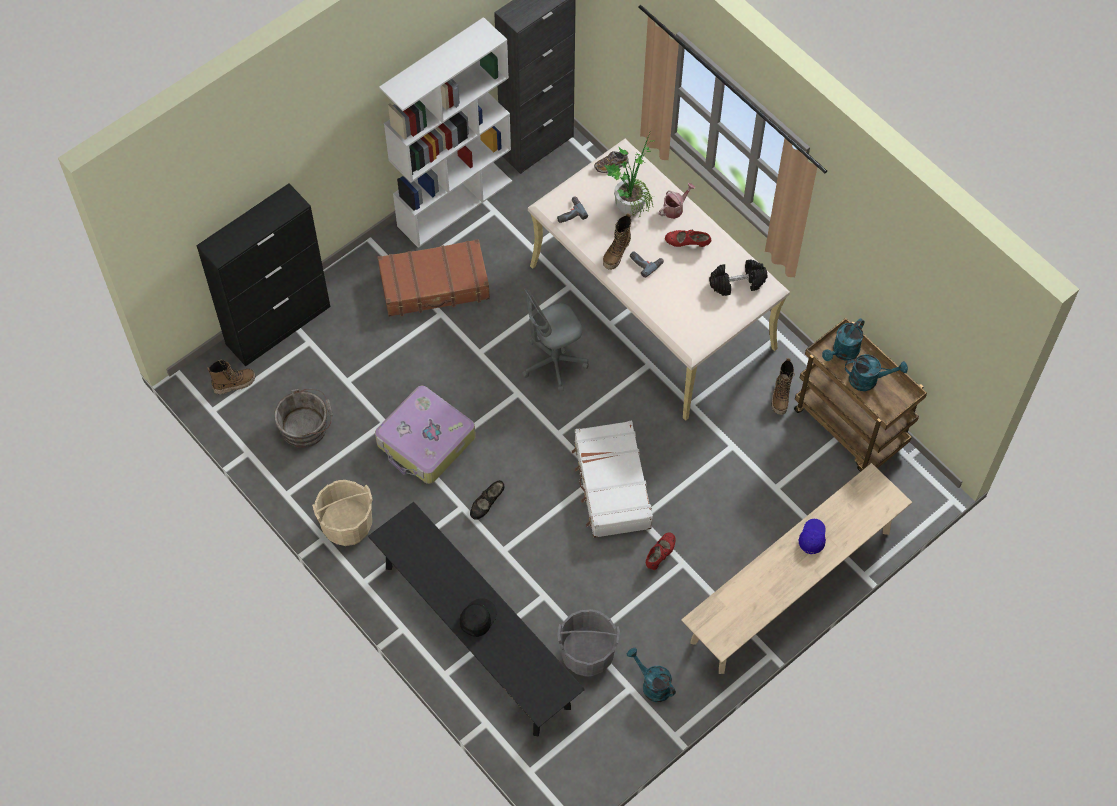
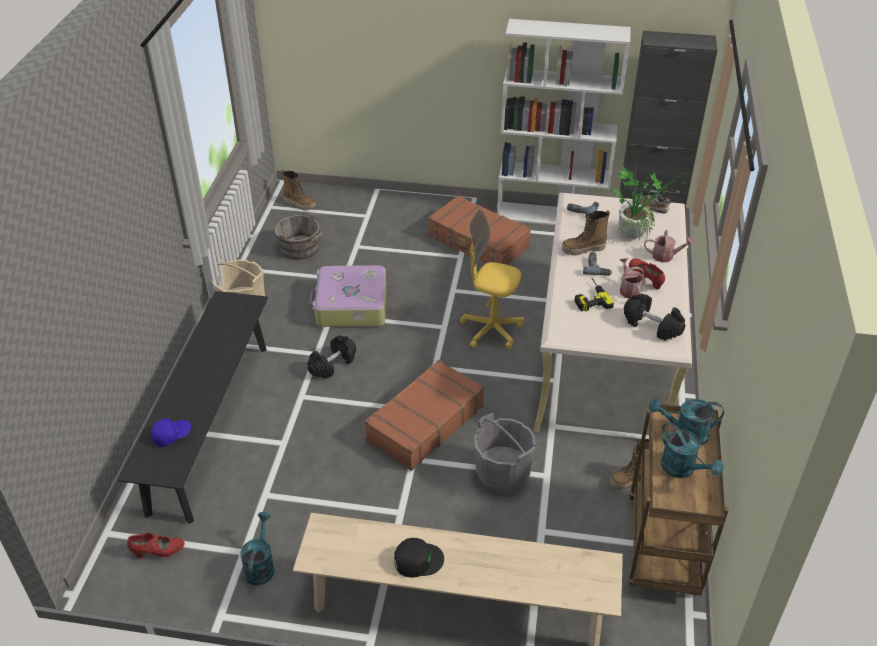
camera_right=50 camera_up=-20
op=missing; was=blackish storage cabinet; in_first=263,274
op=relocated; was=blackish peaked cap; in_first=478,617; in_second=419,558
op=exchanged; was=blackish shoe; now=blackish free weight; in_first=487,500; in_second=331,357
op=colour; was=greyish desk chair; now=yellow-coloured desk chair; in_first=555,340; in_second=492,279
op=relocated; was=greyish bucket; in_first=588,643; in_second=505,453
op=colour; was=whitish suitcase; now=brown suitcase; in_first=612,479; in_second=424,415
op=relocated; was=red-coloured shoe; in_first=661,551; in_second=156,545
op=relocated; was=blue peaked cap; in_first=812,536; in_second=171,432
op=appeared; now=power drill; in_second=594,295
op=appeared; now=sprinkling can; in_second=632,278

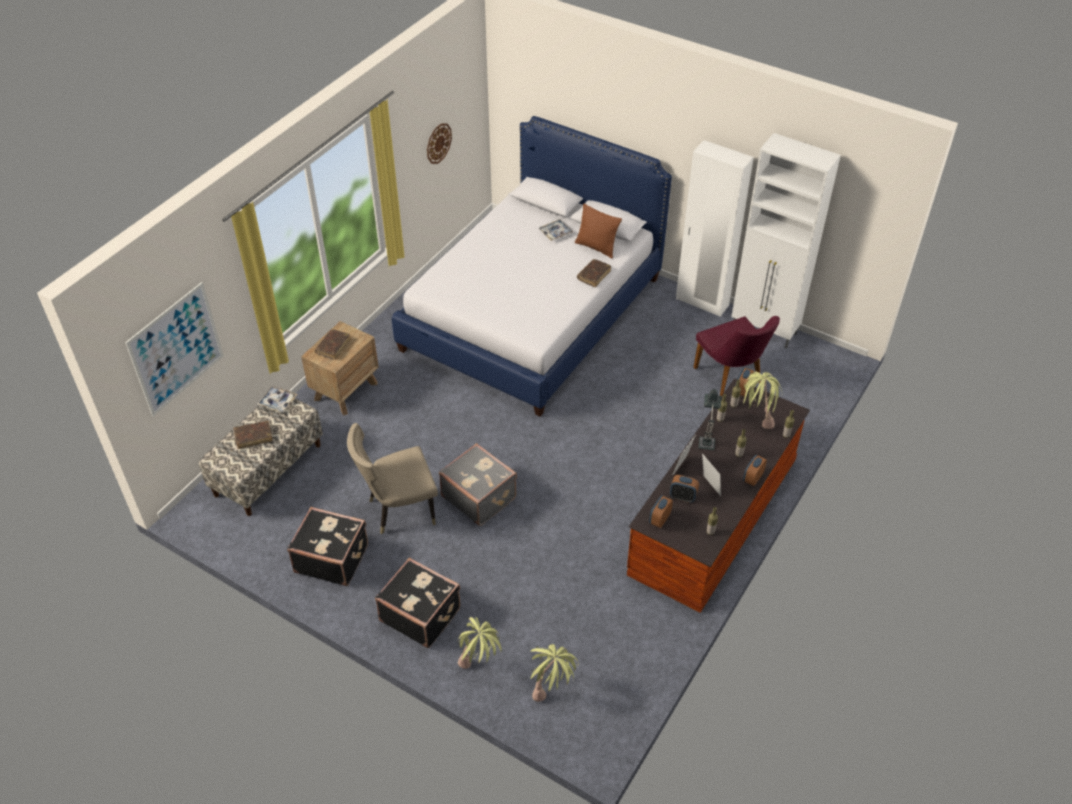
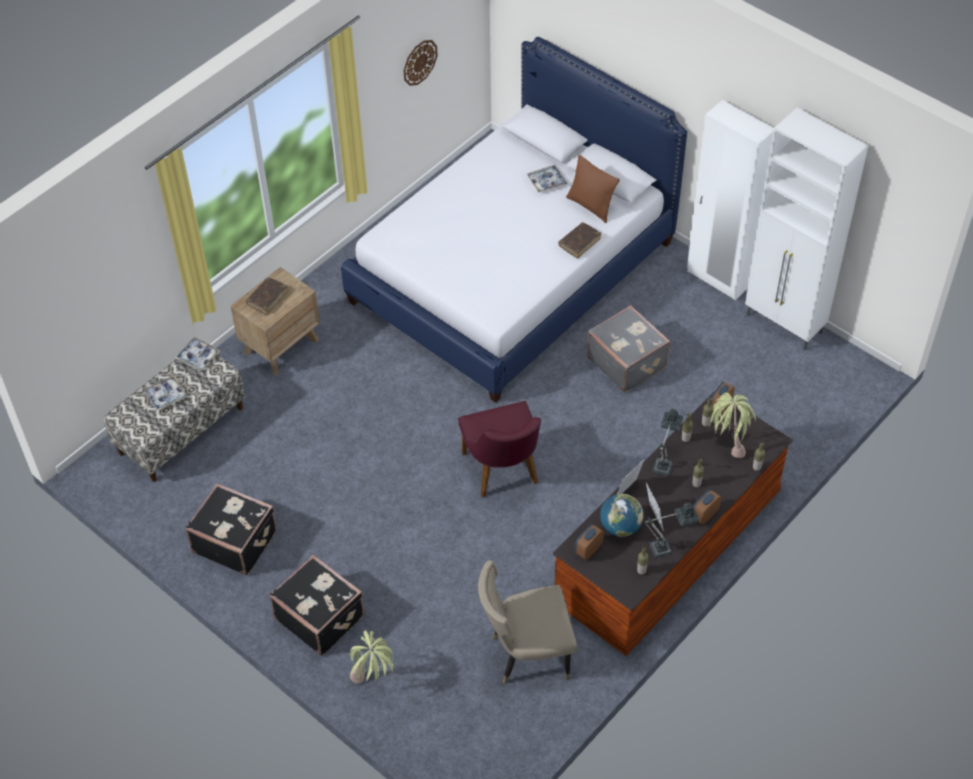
camera_right=10 camera_up=5
op=missing; was=picture; in_first=174,349
op=exchanged; was=brown bound book; now=tray; in_first=253,435; in_second=165,393
op=relocated; was=sand-coloured chair; in_first=392,478; in_second=528,622
op=relocated; was=greyish suitcase; in_first=478,484; in_second=629,349
op=missing; was=potted plant; in_first=554,673
op=exchanged; was=alarm clock; now=desk globe; in_first=684,489; in_second=621,515
op=relocated; was=purplish chair; in_first=736,356; in_second=499,449
op=appeared; now=tabletop lamp; in_second=672,530

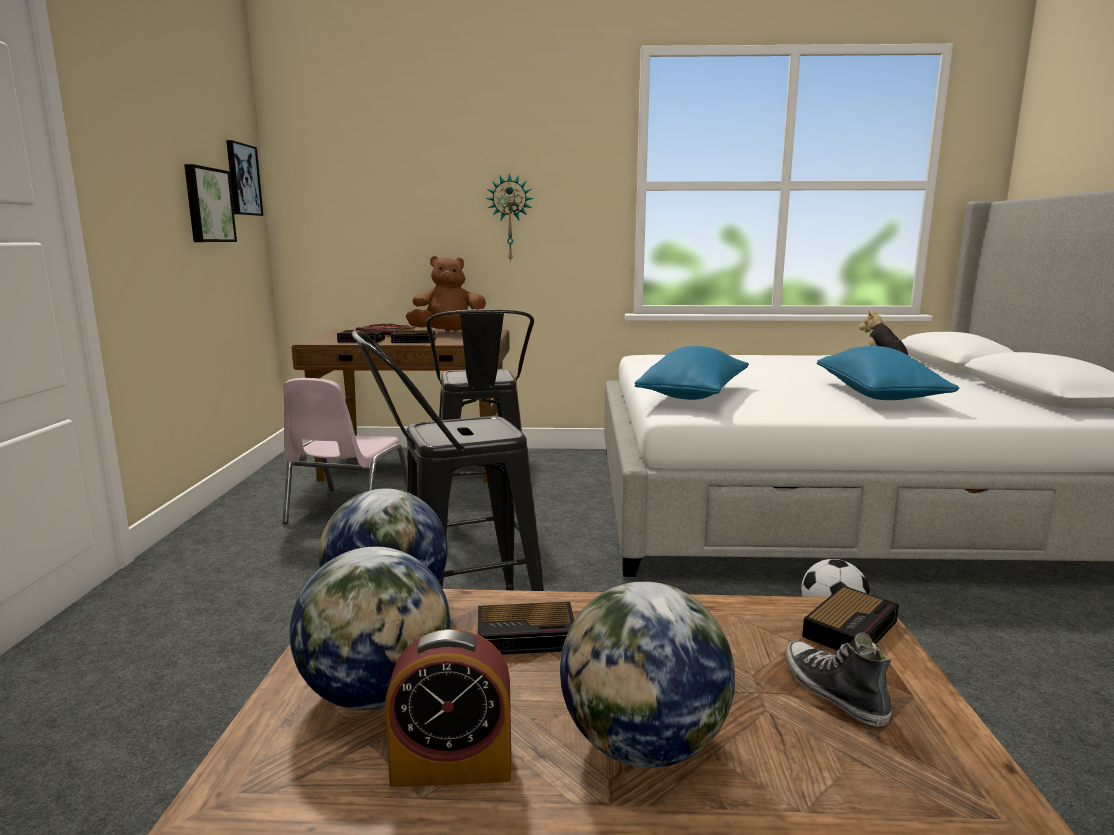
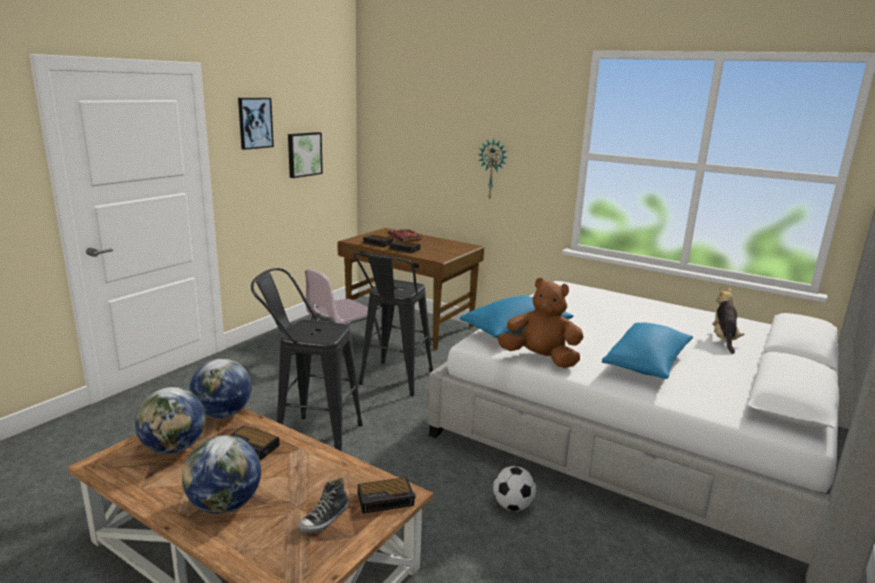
camera_right=30 camera_up=5
op=relocated; was=picture; in_first=244,178; in_second=256,124
op=missing; was=alarm clock; in_first=448,708
op=relocated; was=brown plush toy; in_first=446,293; in_second=540,323
op=spun; was=shoe; in_first=838,680; in_second=323,505; clockwise=-150

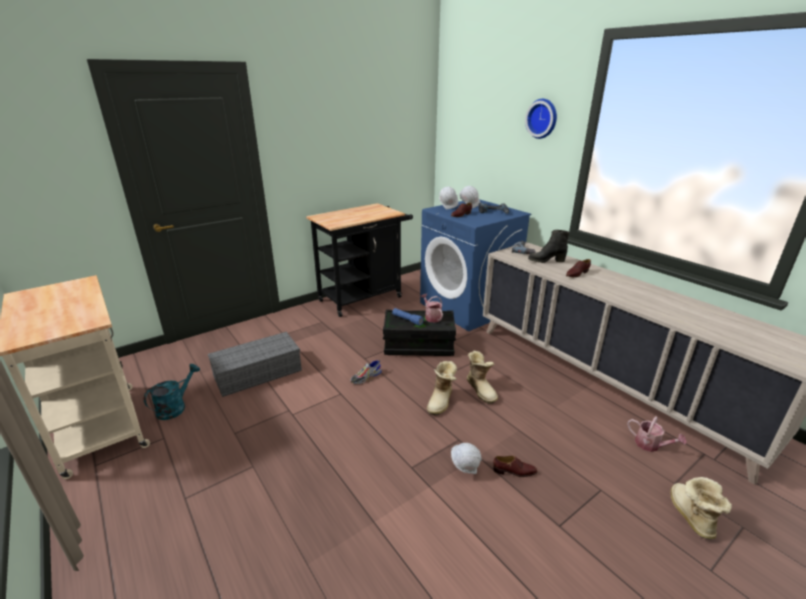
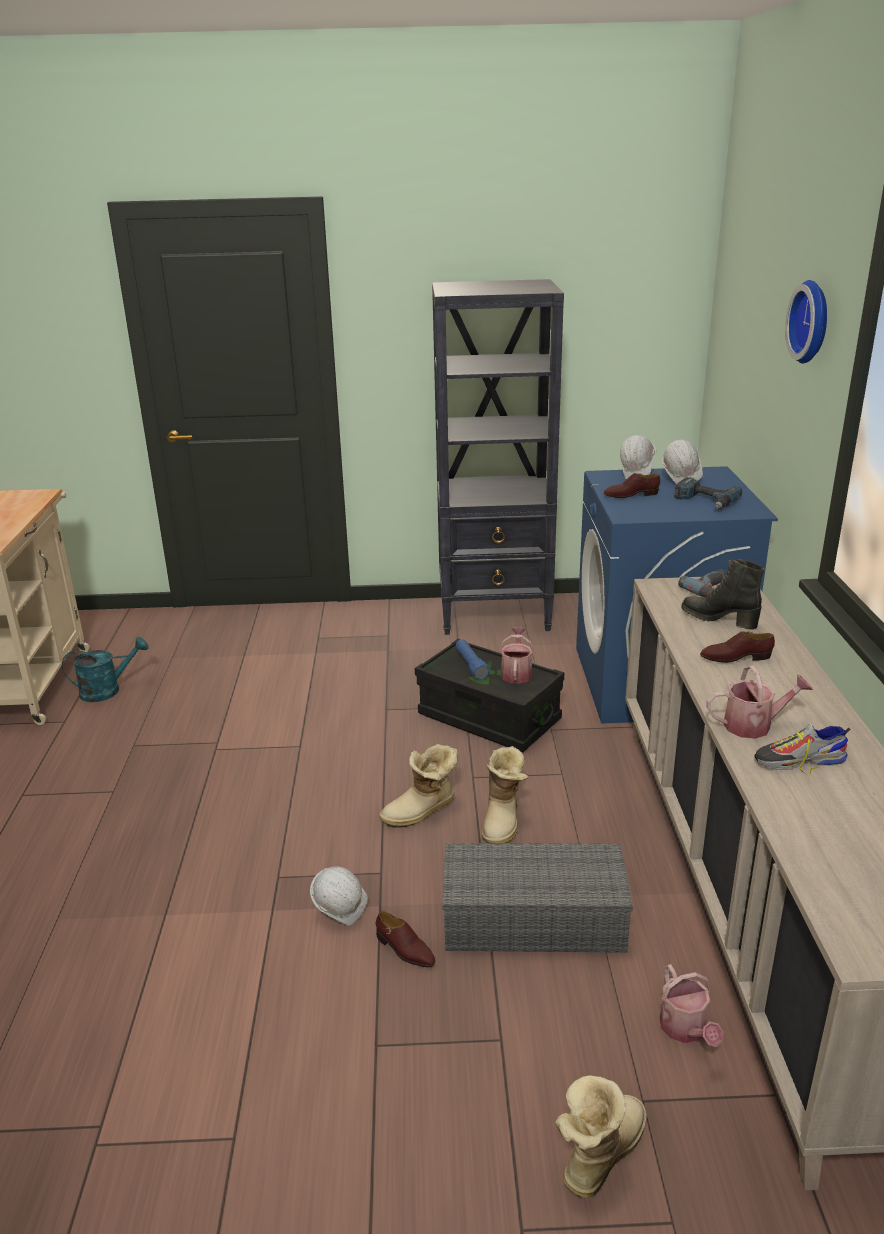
camera_right=35 camera_up=0
op=relocated; was=greyish storage container; in_first=255,364; in_second=537,898
op=exchanged; was=blackish wheeled cart; now=blackish bookshelf; in_first=359,260; in_second=498,457
op=relocated; was=shoe; in_first=366,372; in_second=802,749
op=appeared; now=sprinkling can; in_second=760,702

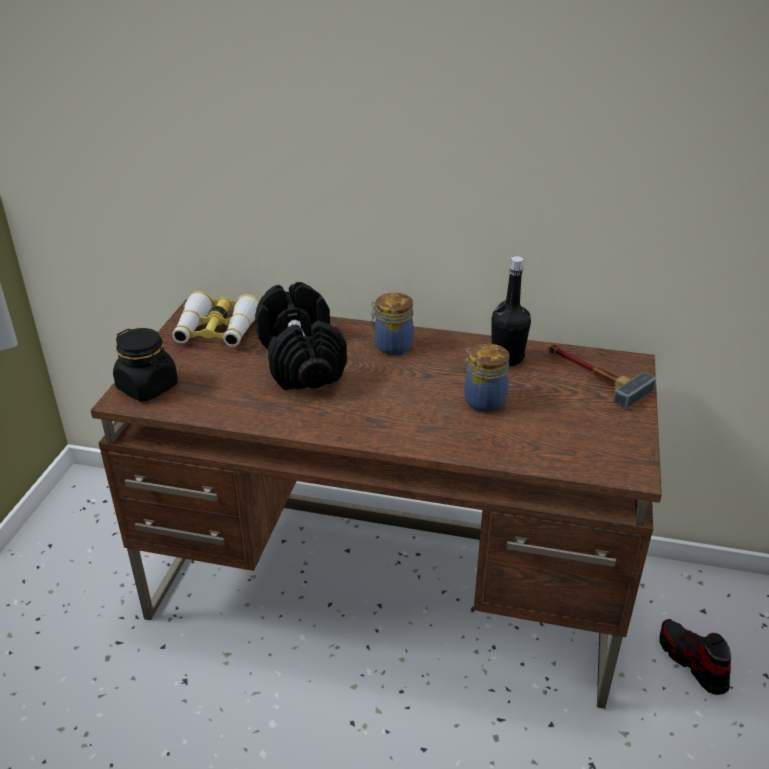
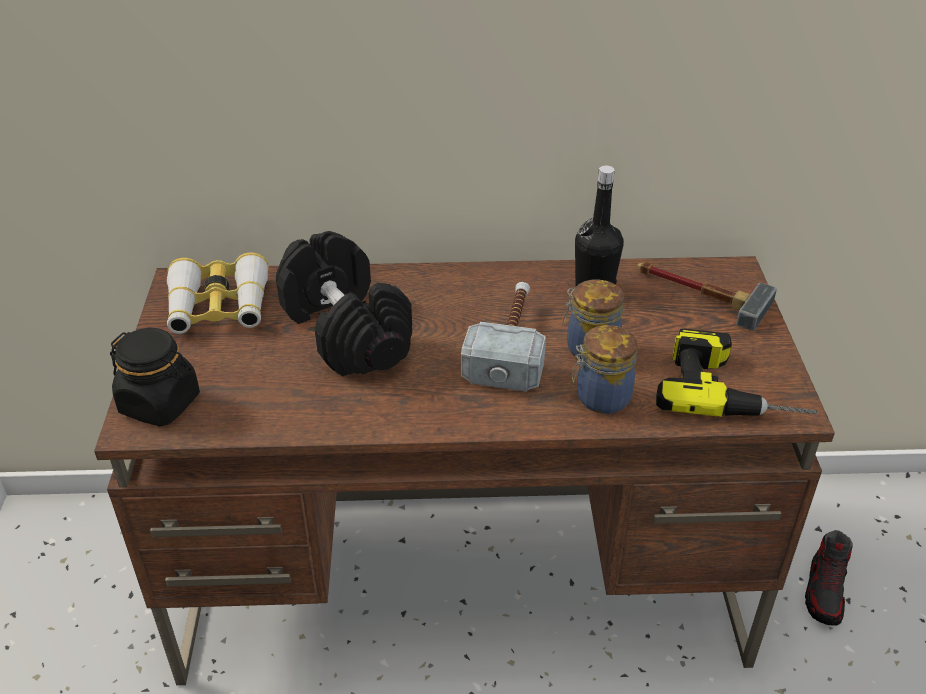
camera_right=-15 camera_up=5
op=relocated; was=preserve jar; in_first=392,324; in_second=604,369
op=spun; was=shoe; in_first=695,657; in_second=829,578; clockwise=-120
op=appeared; now=hand hammer; in_second=503,337
op=appeared; now=power drill; in_second=737,373

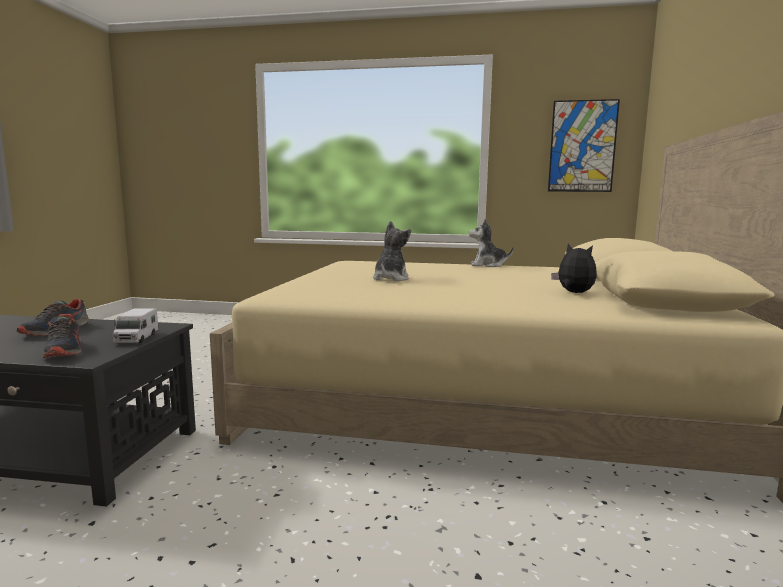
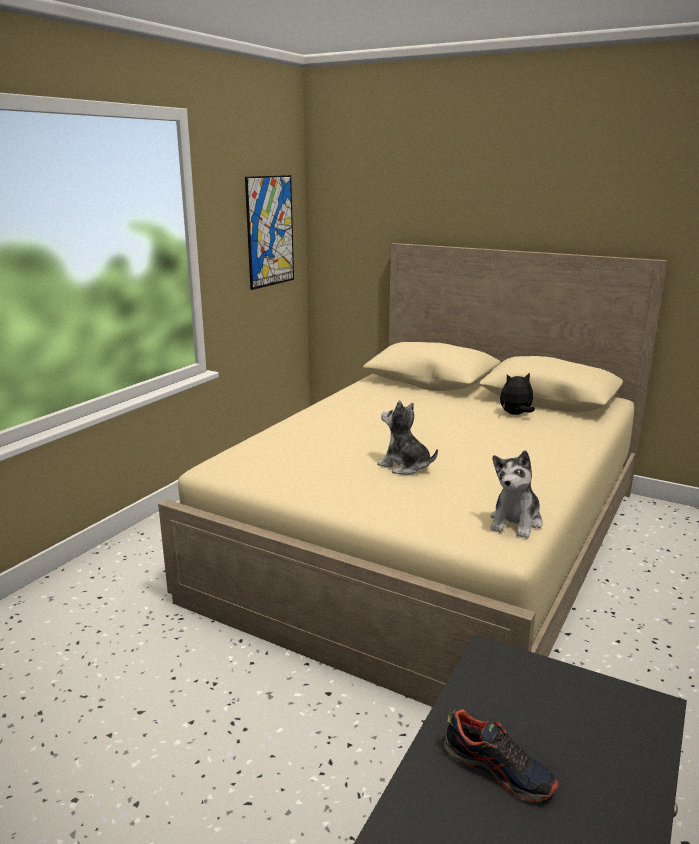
camera_right=-70 camera_up=10
op=missing; was=shoe; in_first=62,336
op=missing; was=toy truck; in_first=135,325
op=relocated; was=plush toy; in_first=491,242; in_second=516,494

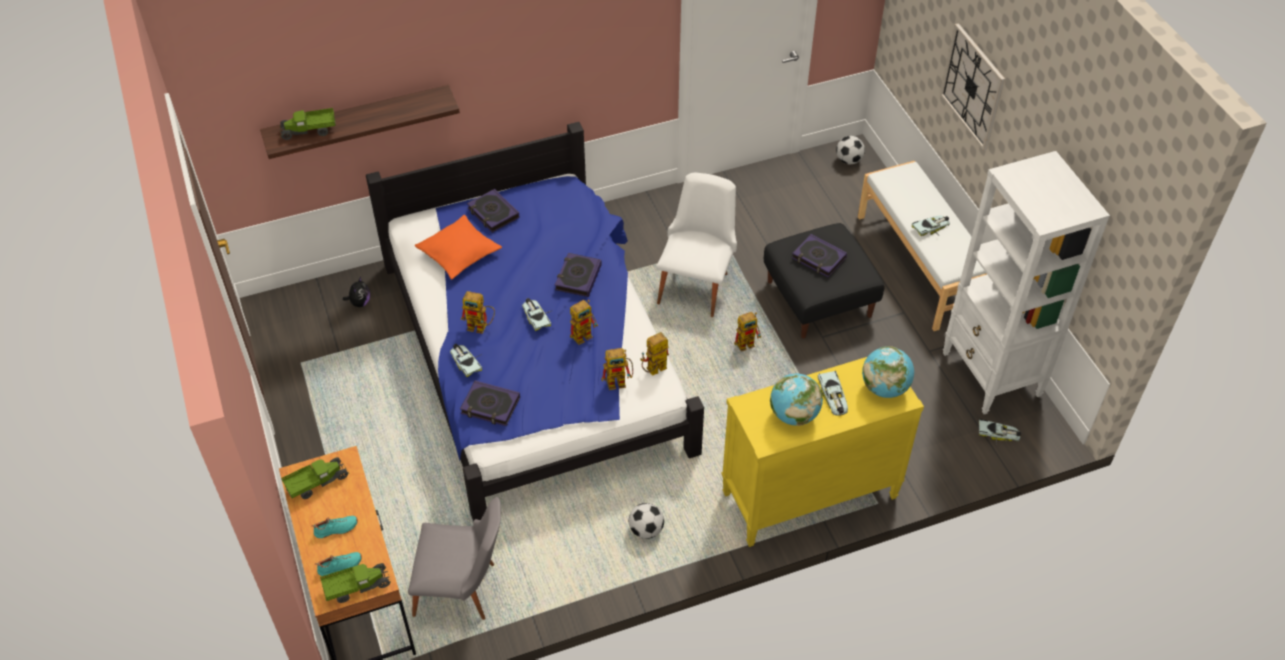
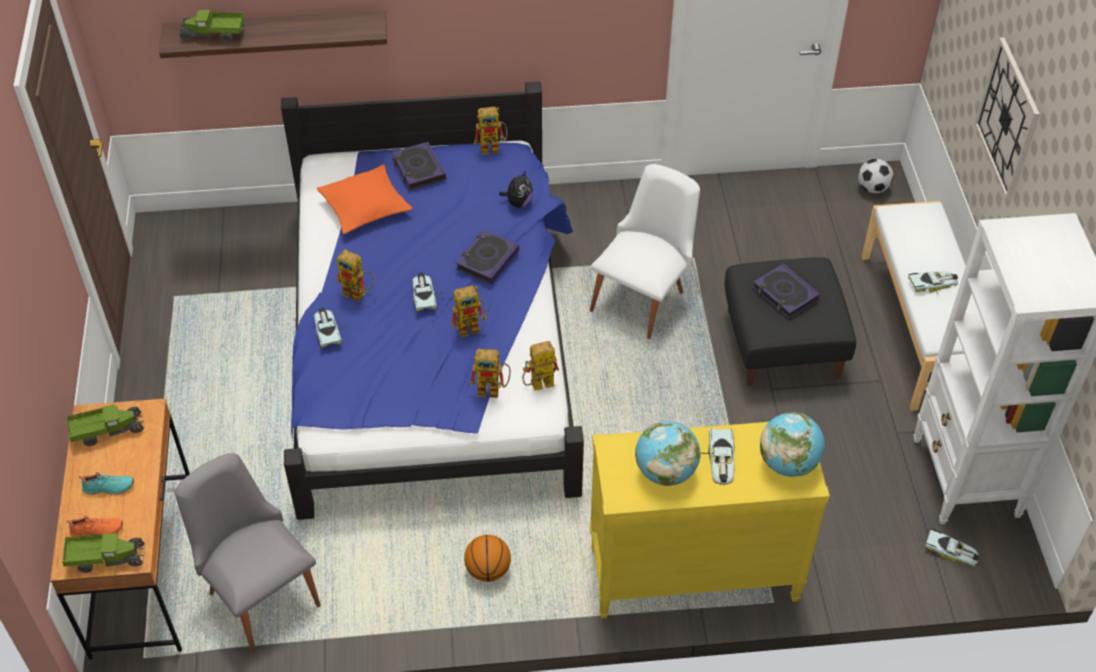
camera_right=15 camera_up=0
op=colour; was=blue-green shoe; now=orangey shoe; in_first=338,564; in_second=94,526
op=relocated; was=plush toy; in_first=356,292; in_second=516,189
op=spun; was=greyish chair; in_first=454,558; in_second=248,553; clockwise=-150
op=missing; was=bound book; in_first=490,403
op=exchanged; was=football; now=ball for basketball; in_first=646,521; in_second=487,558
op=relocated; was=toy robot; in_first=748,332; in_second=490,130

